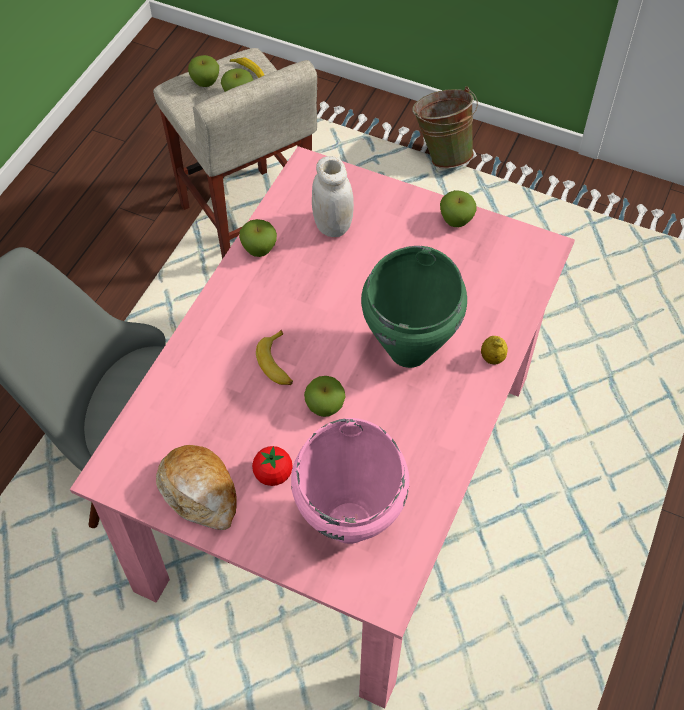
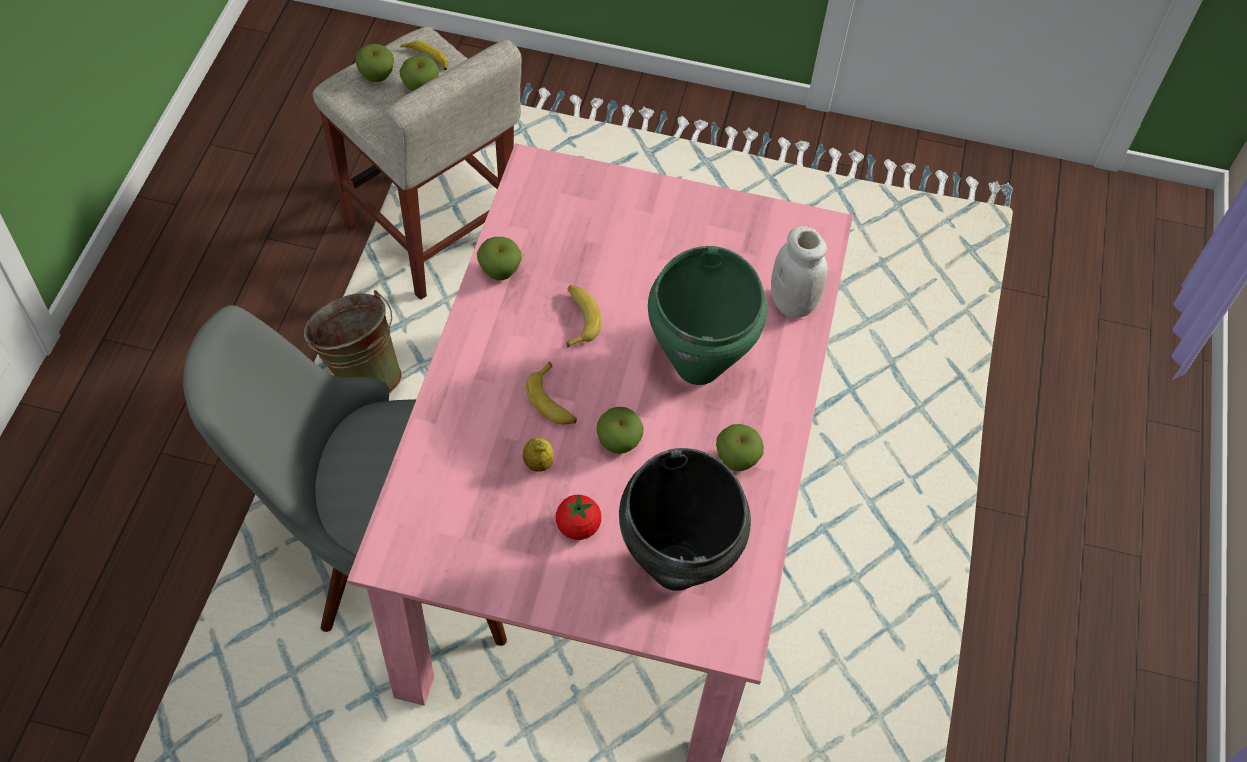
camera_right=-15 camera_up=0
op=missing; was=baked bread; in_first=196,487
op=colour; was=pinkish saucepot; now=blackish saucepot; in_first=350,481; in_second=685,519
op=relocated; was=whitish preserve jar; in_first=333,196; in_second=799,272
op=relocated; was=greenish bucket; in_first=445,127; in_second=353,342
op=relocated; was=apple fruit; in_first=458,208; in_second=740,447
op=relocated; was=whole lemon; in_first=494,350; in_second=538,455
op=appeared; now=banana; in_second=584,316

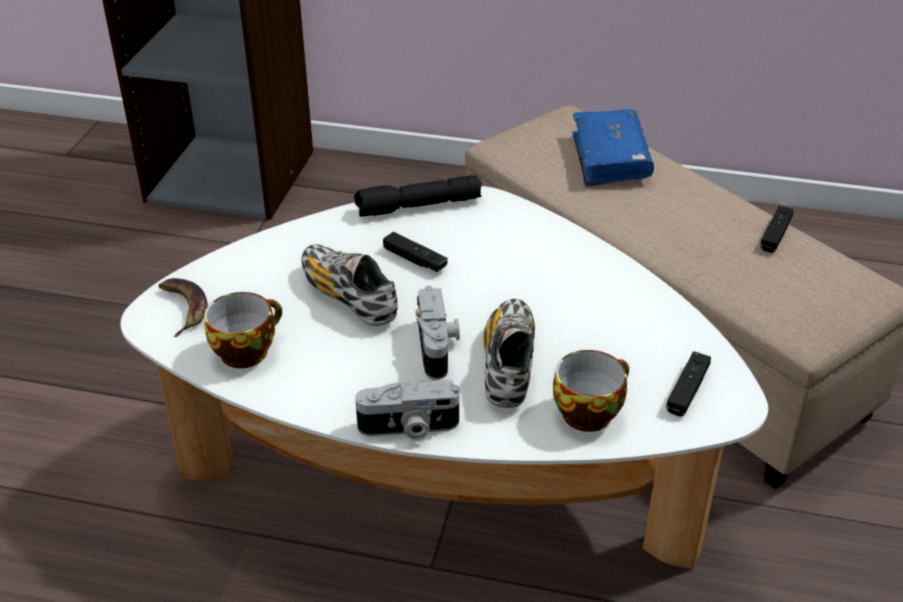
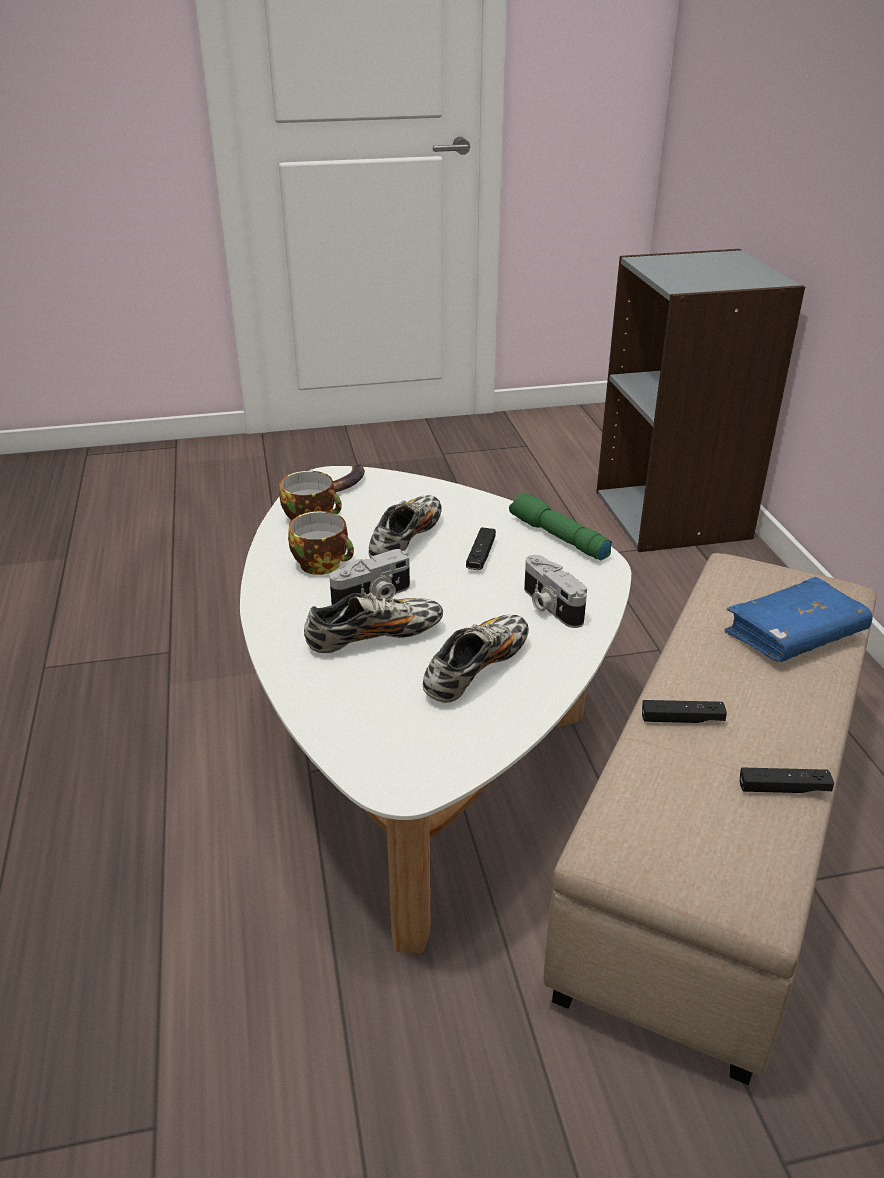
camera_right=65 camera_up=-5
op=colour; was=blackish torch; now=greenish torch; in_first=418,196; in_second=560,526
op=relocated; was=still camera; in_first=407,410; in_second=555,591
op=relocated; was=small cup; in_first=591,391; in_second=321,543
op=relocated; was=blackish joypad; in_first=688,383; in_second=684,711
op=appeared; now=shoe; in_second=475,659

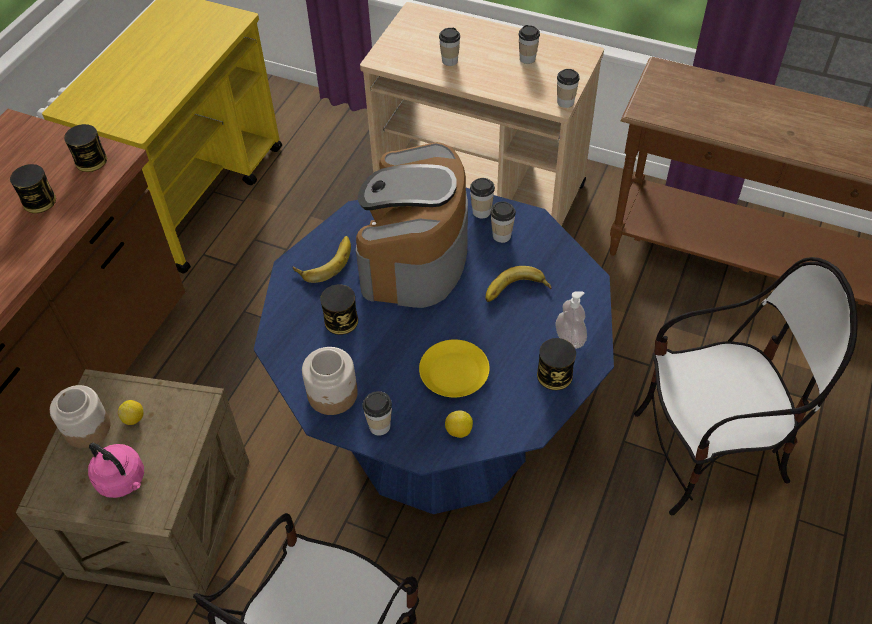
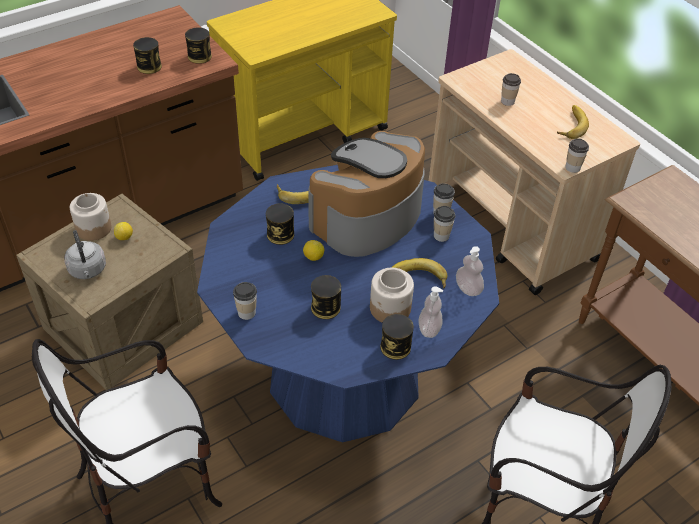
camera_right=30 camera_up=-5
op=colour; was=pinkish tea kettle; now=greyish tea kettle; in_first=116,470; in_second=85,254
op=relocated; was=preserve jar; in_first=330,381; in_second=392,295
op=exchanged; was=yellow-coloured dinner plate; now=sealed can; in_first=454,368; in_second=326,297
op=relocated; was=whole lemon; in_first=459,424; in_second=313,250
op=exchanged; was=small cup; now=banana; in_first=529,44; in_second=573,122
op=appeared; now=liquid soap bottle; in_second=470,271

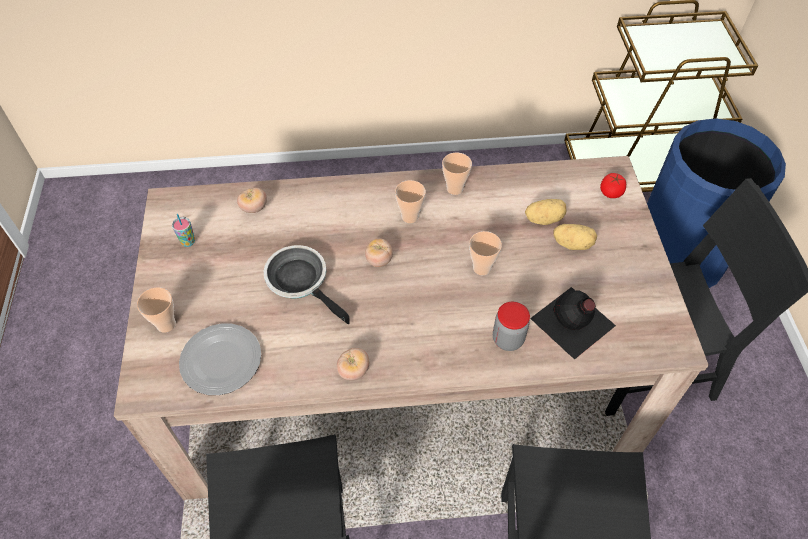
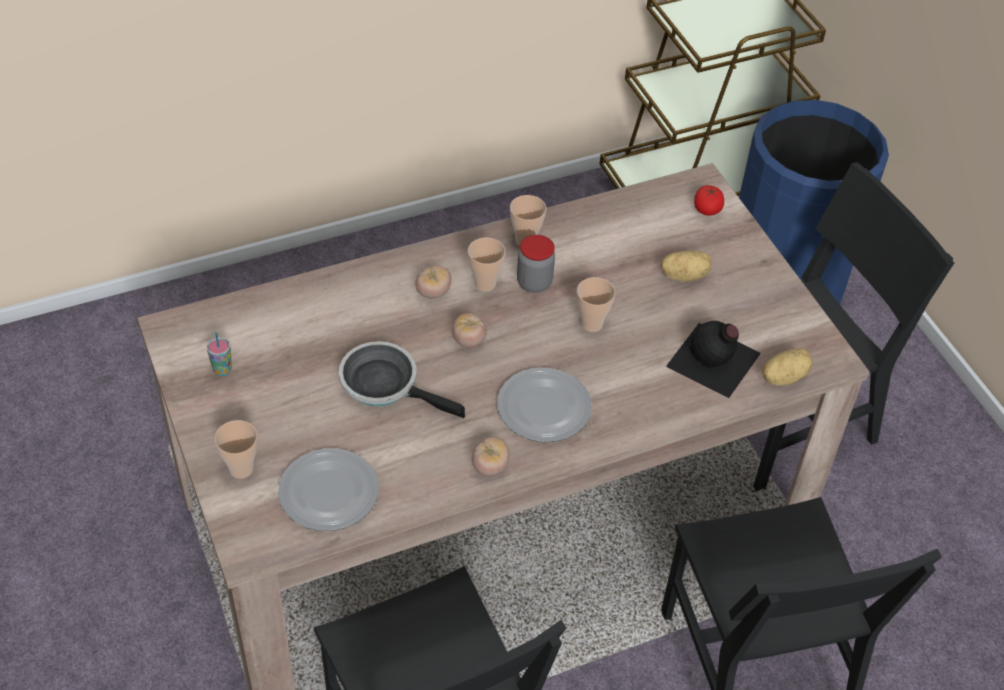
camera_right=-20 camera_up=-5
op=relocated; was=tomato; in_first=252,200; in_second=433,281
op=relocated; was=preserve jar; in_first=511,326; in_second=536,264
op=relocated; was=whole potato; in_first=545,212; in_second=787,366
op=appeared; now=dinner plate; in_second=544,404

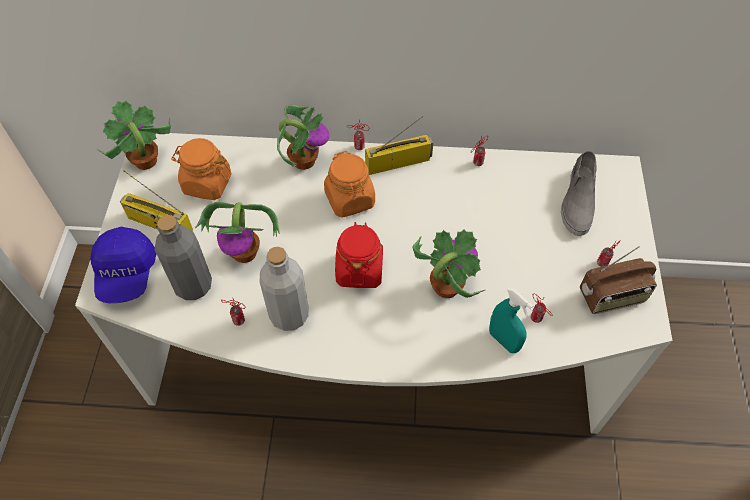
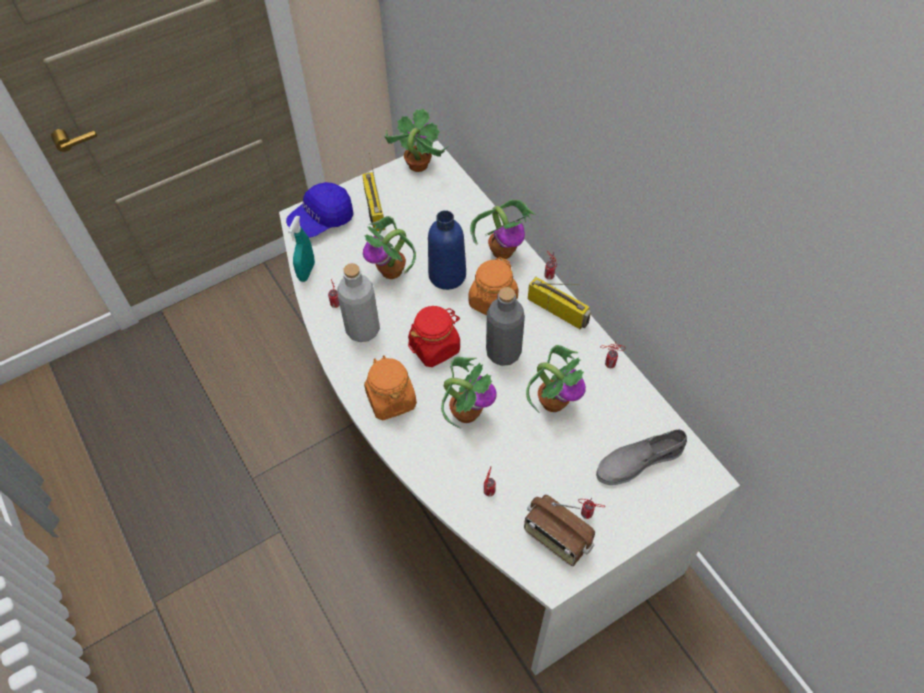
camera_right=55 camera_up=0
op=relocated; was=greyish drink bottle; in_first=183,257; in_second=505,326
op=relocated; was=orangey preserve jar; in_first=201,169; in_second=390,387
op=relocated; was=blue-green hand sprayer; in_first=511,320; in_second=301,249
op=appeared; now=blue drink bottle; in_second=447,250
op=appeared; now=potted plant; in_second=556,379

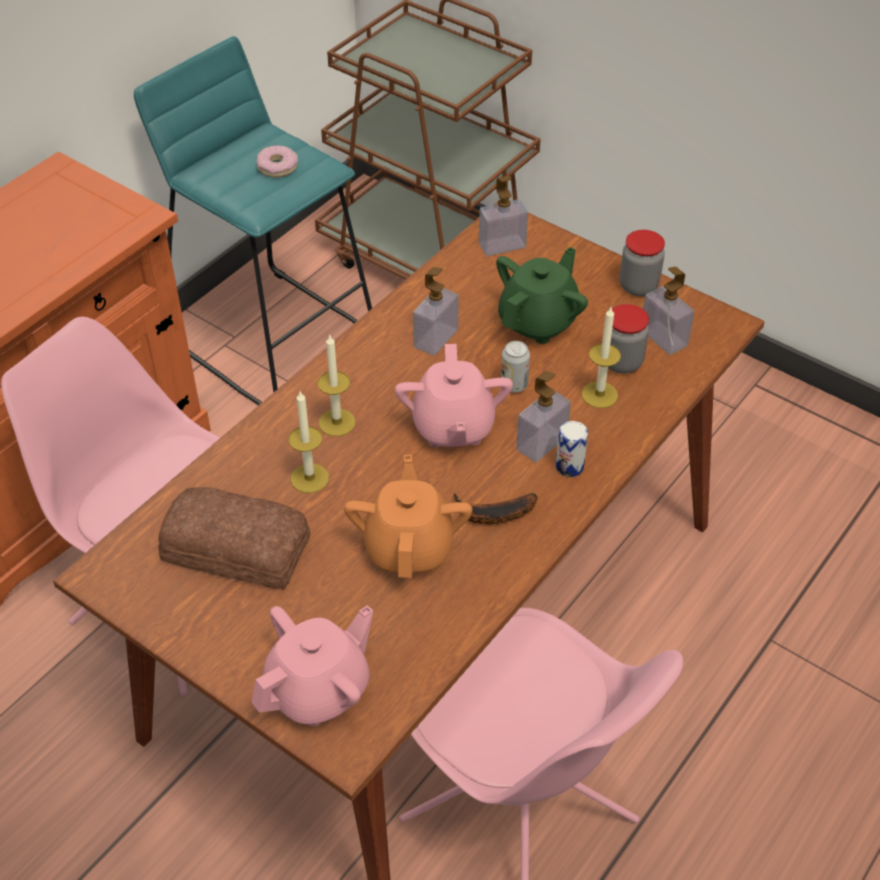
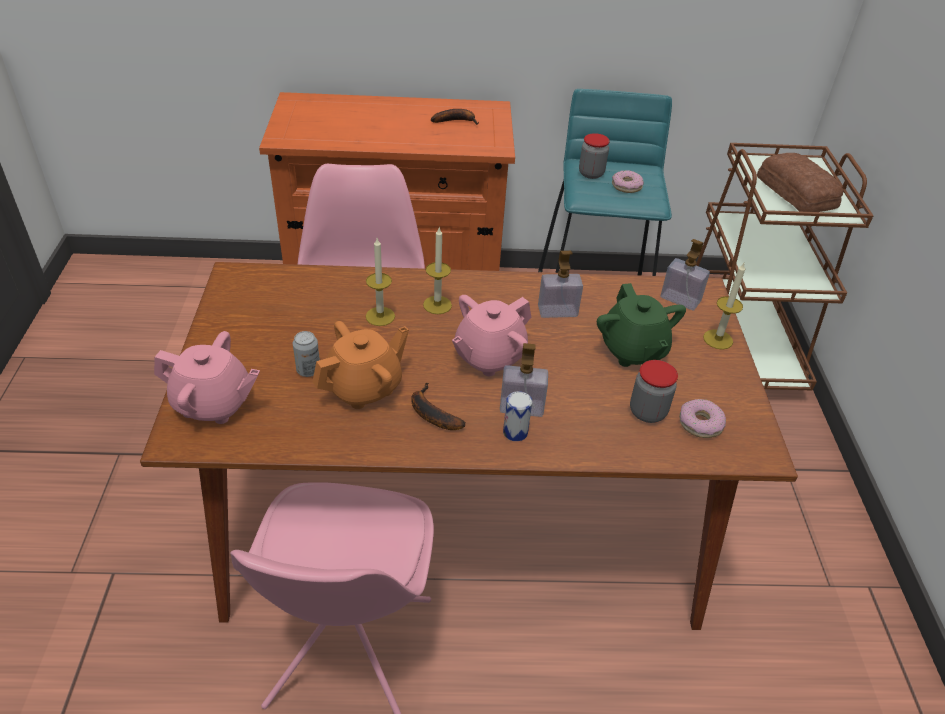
camera_right=50 camera_up=-5
op=relocated; was=baked bread; in_first=234,538; in_second=800,182
op=spun; was=greenish tea pot; in_first=542,295; in_second=641,325; clockwise=75
op=relocated; was=sealed can; in_first=515,367; in_second=306,354
op=relocated; was=wax light; in_first=601,357; in_second=724,306
op=relocated; was=preserve jar; in_first=642,263; in_second=594,156
op=exchanged; was=liquid soap bottle; now=donut; in_first=668,311; in_second=702,418
op=appeared; now=banana; in_second=455,117

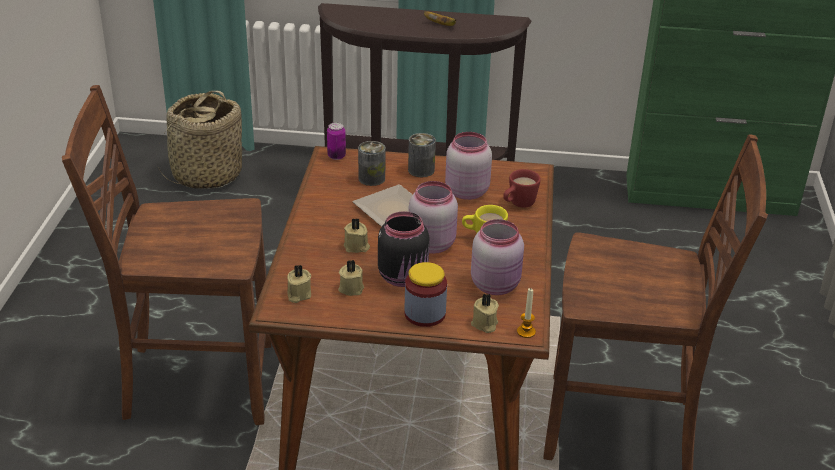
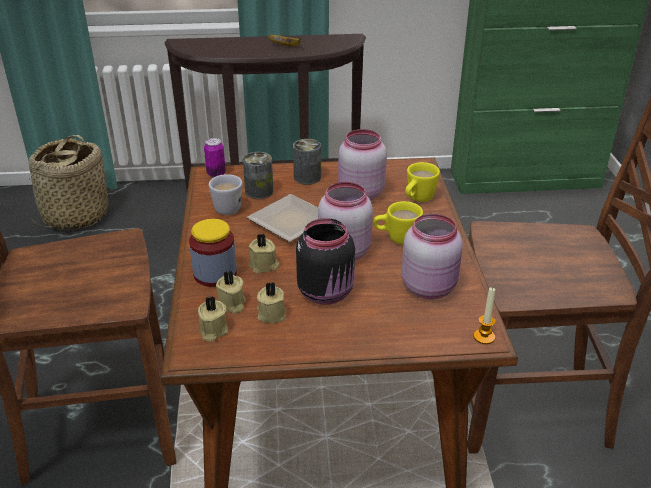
camera_right=-10 camera_up=0
op=relocated; was=preserve jar; in_first=425,294; in_second=213,253
op=relocated; was=sand-coloured wax light; in_first=485,313; in_second=231,292
op=colour; was=red-coloured tea mug; now=yellow-coloured tea mug; in_first=522,188; in_second=422,182
op=appeared; now=whitish tea mug; in_second=226,194

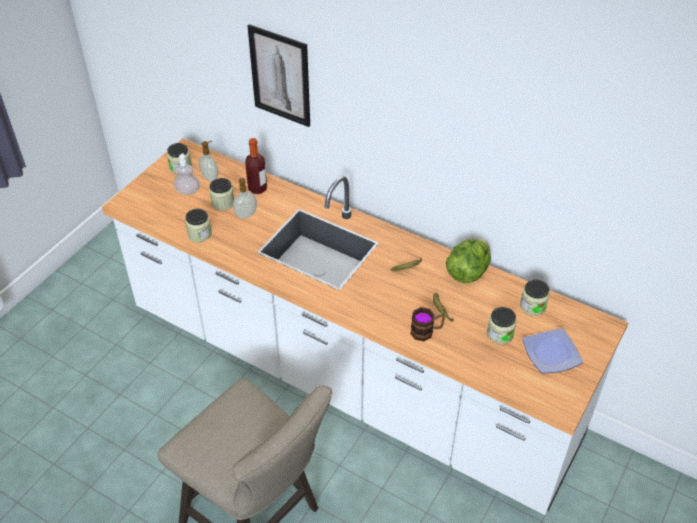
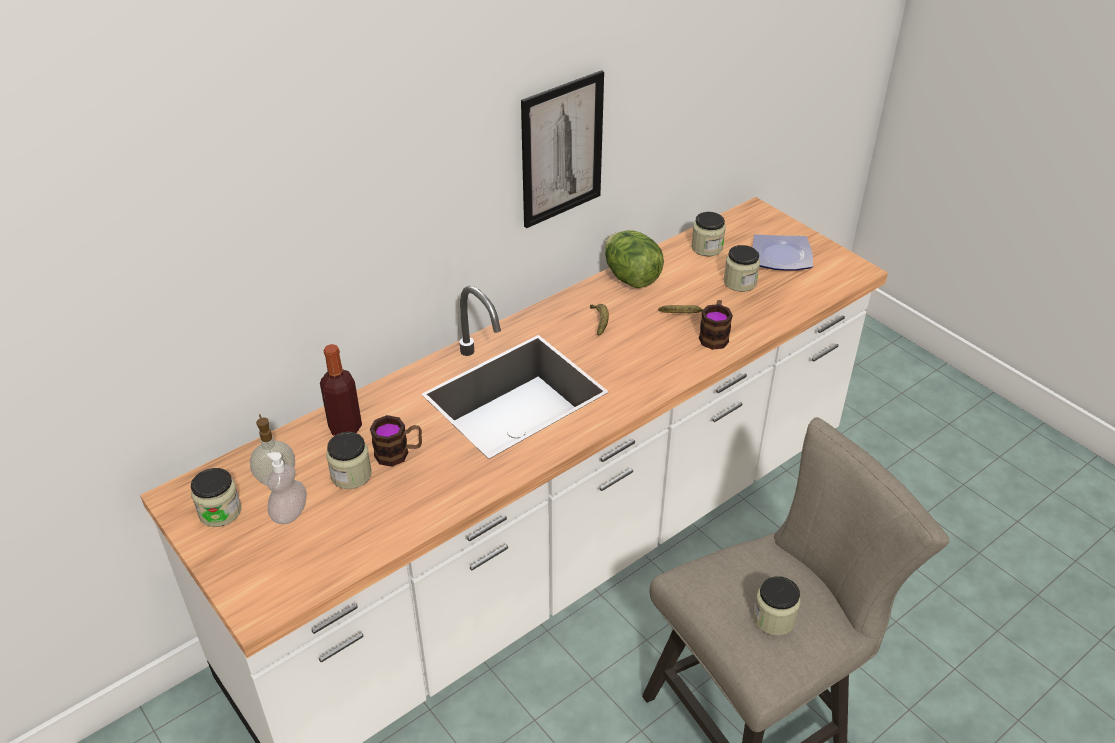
camera_right=-70 camera_up=-5
op=relocated; was=preserve jar; in_first=198,225; in_second=776,606
op=exchanged; was=liquid soap bottle; now=tea mug; in_first=245,198; in_second=396,441
op=relocated; was=picture; in_first=279,75; in_second=562,149

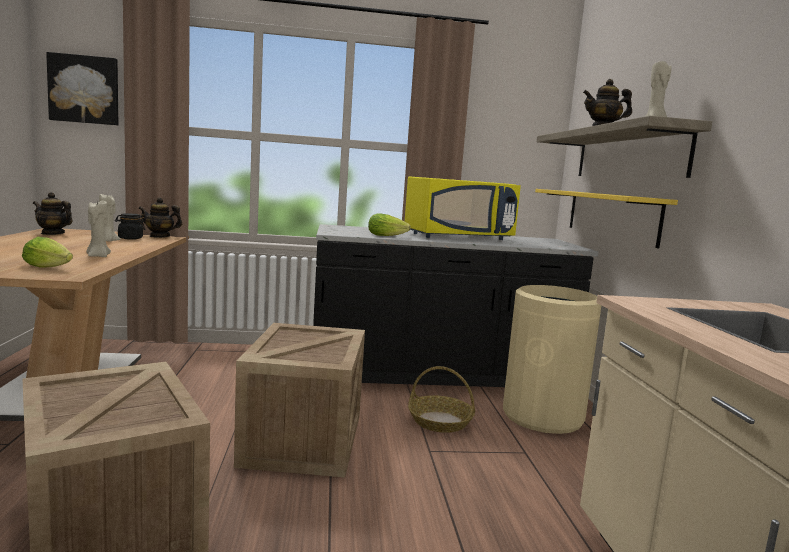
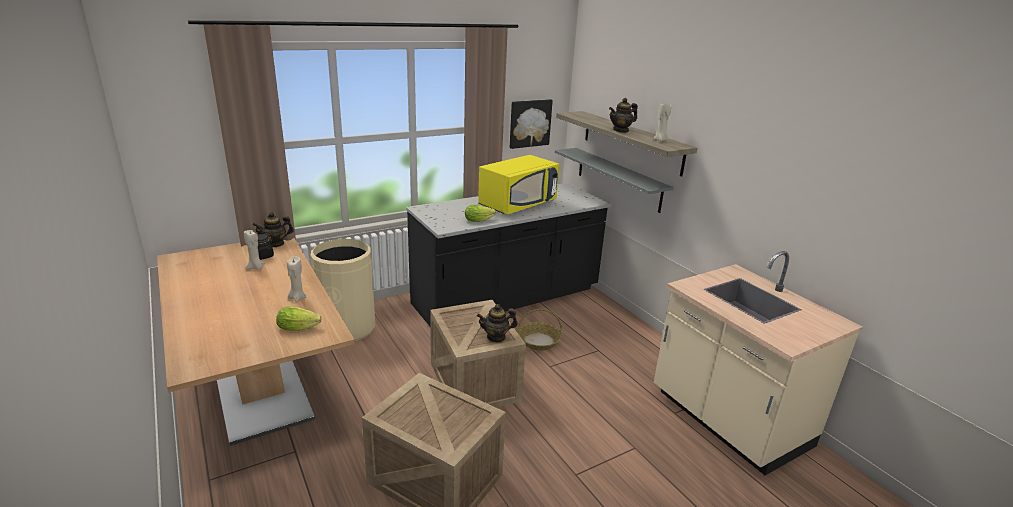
camera_right=-25 camera_up=15
op=relocated; was=tea pot; in_first=53,213; in_second=497,323
op=relocated; was=picture; in_first=82,88; in_second=531,124
op=relocated; was=sand-coloured rubbish bin; in_first=552,359; in_second=342,290
op=colour; was=yellow-coloured shelf; now=greyish shelf; in_first=606,218; in_second=614,180

